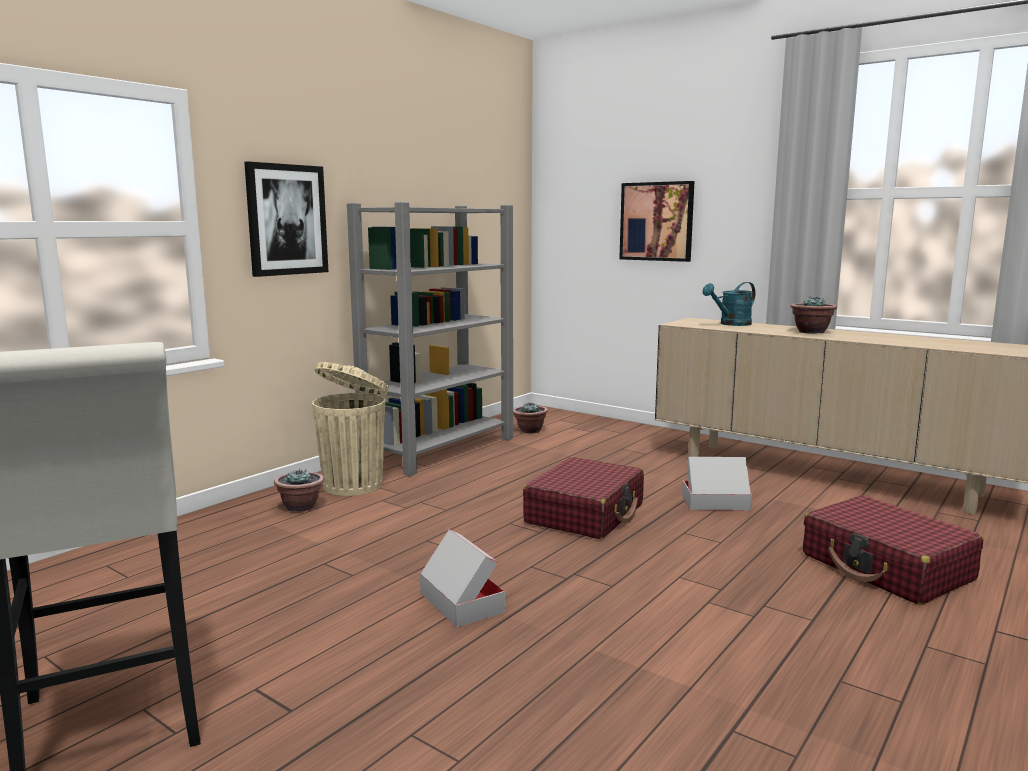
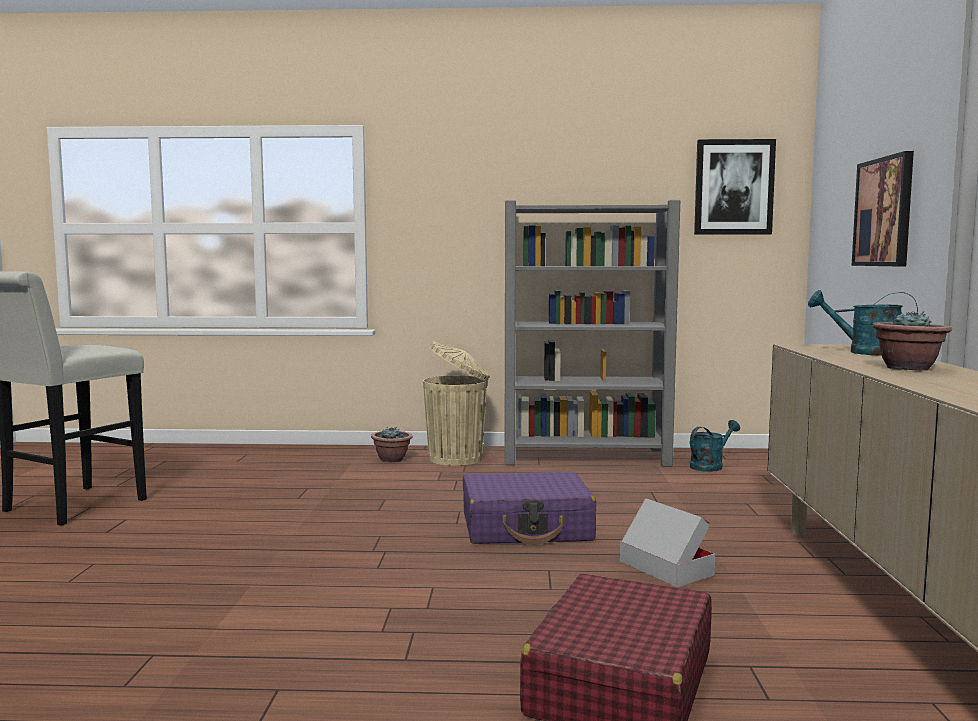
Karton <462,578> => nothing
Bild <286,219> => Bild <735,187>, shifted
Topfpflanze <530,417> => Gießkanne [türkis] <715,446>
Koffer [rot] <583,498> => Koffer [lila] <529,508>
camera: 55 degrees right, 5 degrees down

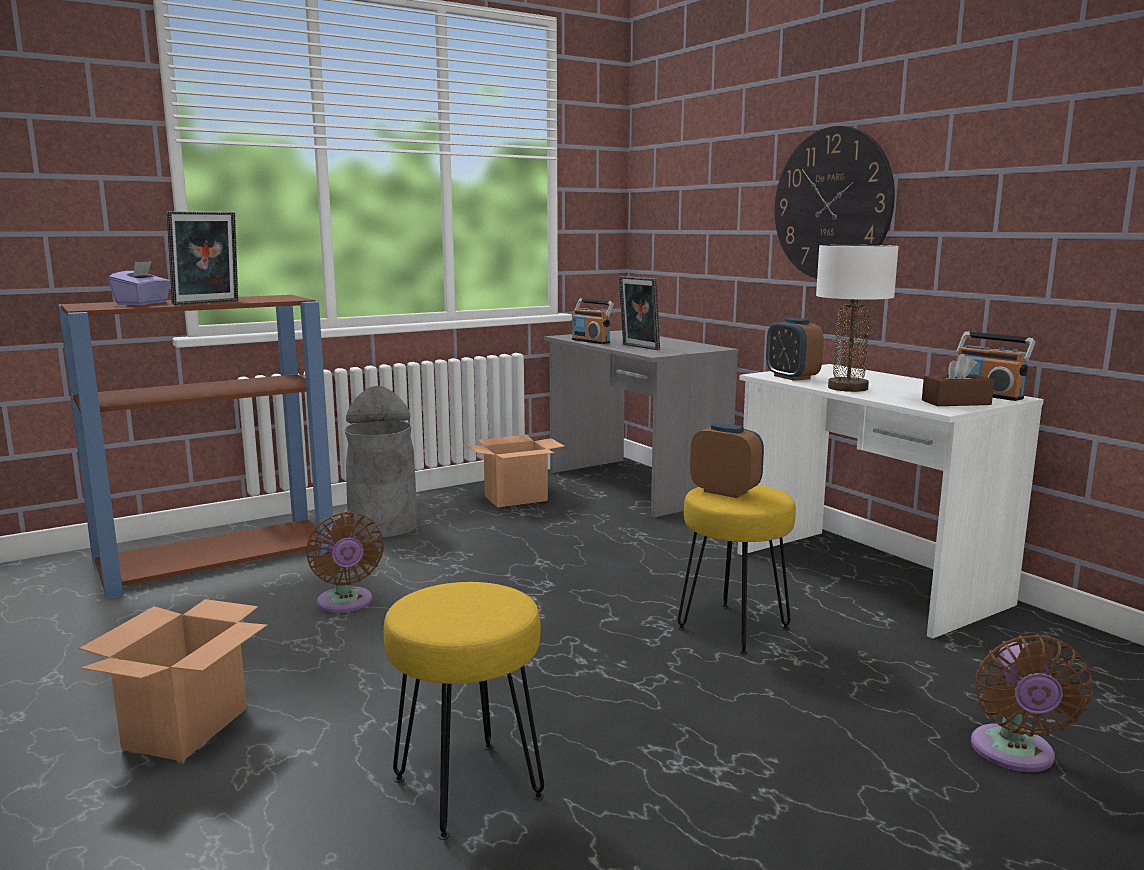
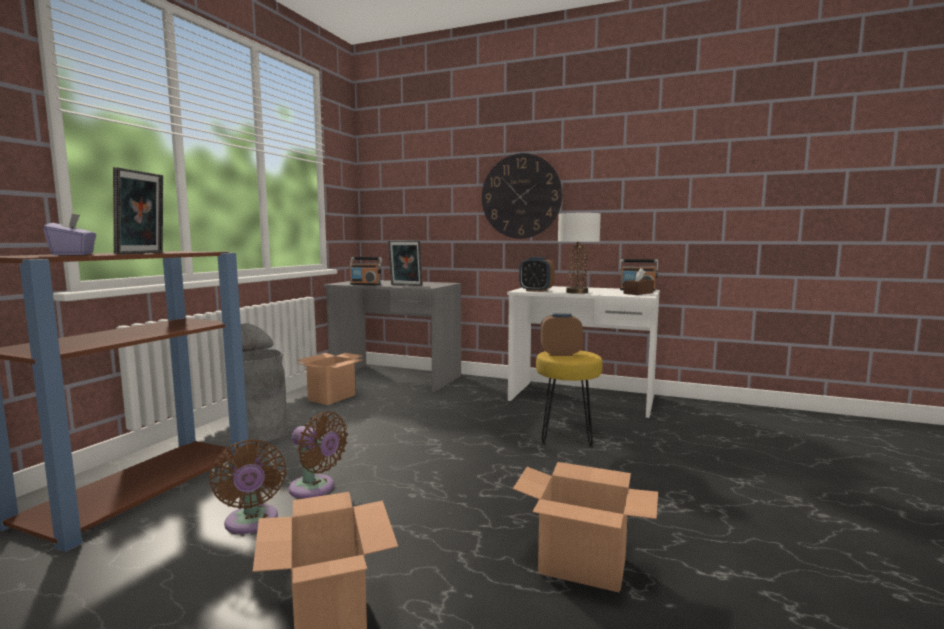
Ventilator [braun] <1032,703> => Ventilator [braun] <248,486>, shifted
Hocker [gelb] <464,711> => Karton <585,527>
camera: 35 degrees left, 5 degrees down

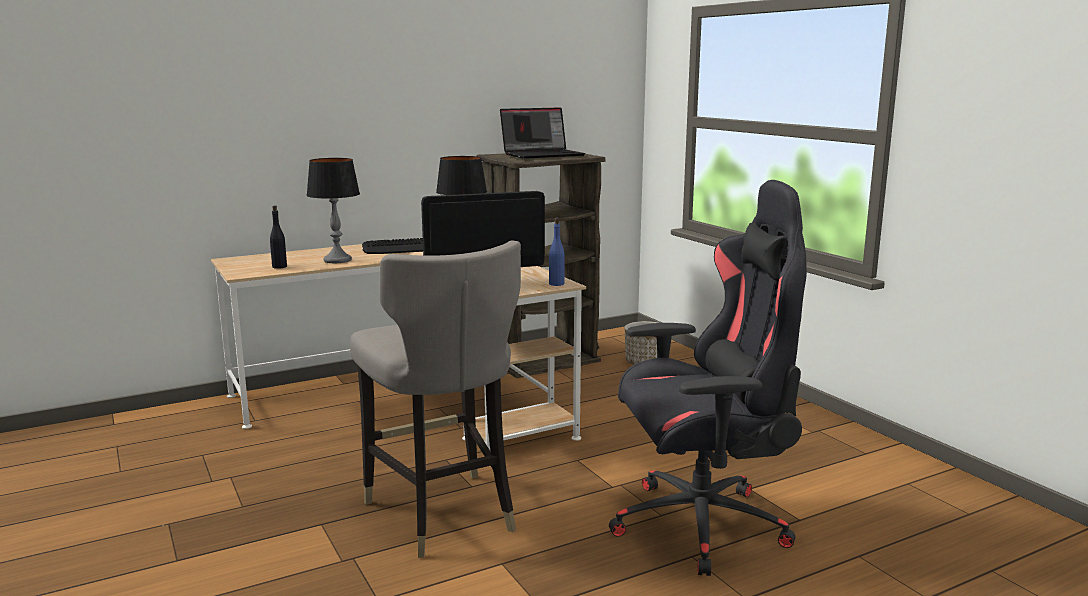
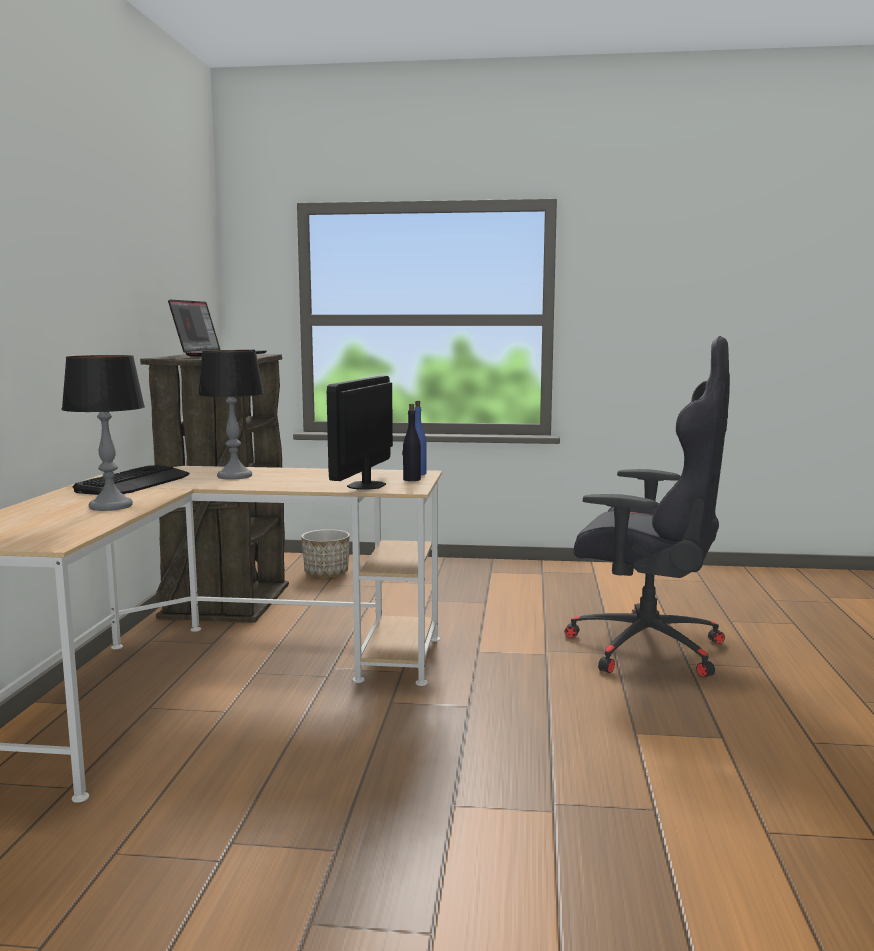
Hocker [grau] <435,399> => nothing
Flasche [schwarz] <278,237> => Flasche [schwarz] <411,442>, shifted
Bürostuhl [schwarz] <708,378> => Bürostuhl [schwarz] <647,506>, 90 degrees clockwise
camera: 55 degrees left, 5 degrees down

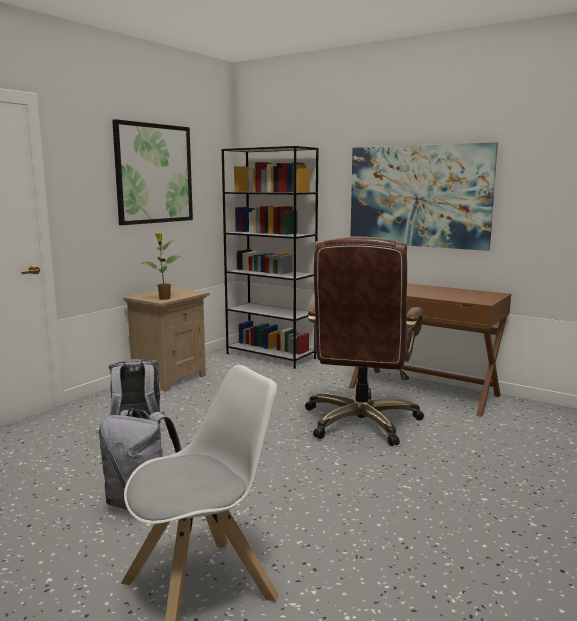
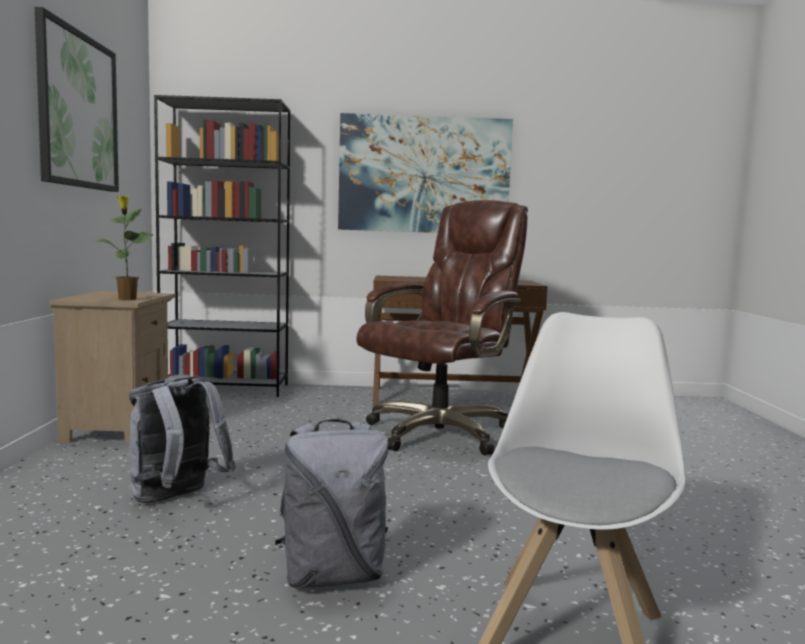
Bürostuhl [braun] <364,341> => Bürostuhl [braun] <442,327>, 120 degrees counterclockwise
camera: 35 degrees left, 5 degrees down

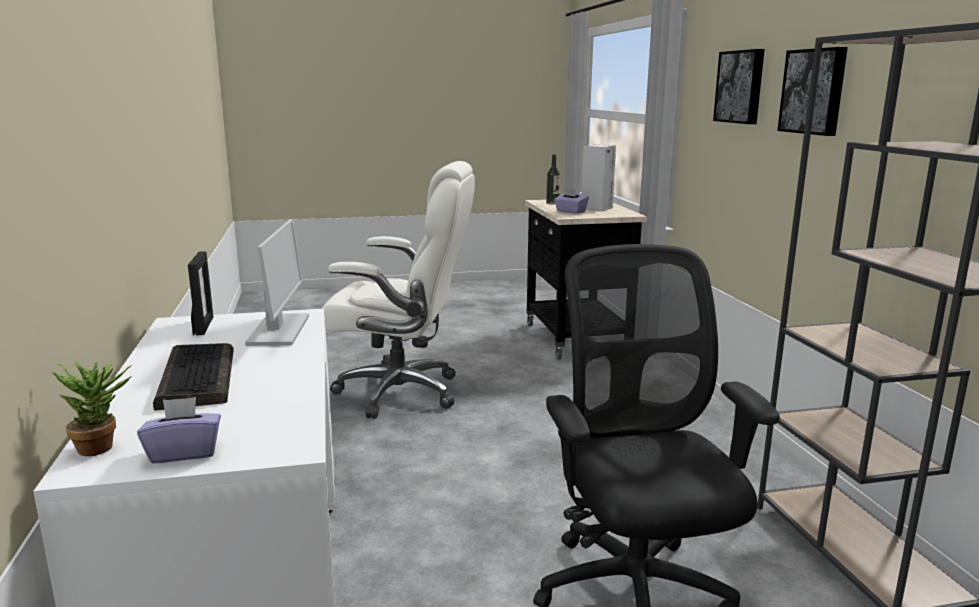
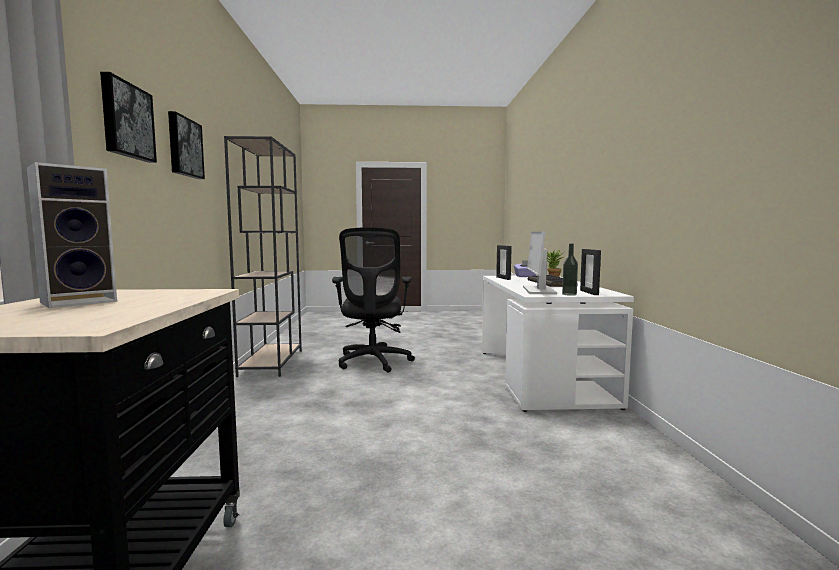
Bürostuhl [weiß] <398,290> => nothing
Taschentuchbox [lila] <571,200> => nothing
nothing => Bilderrahmen <504,262>
Flasche <553,180> => Flasche <570,269>, shifted
camera: 170 degrees left, 10 degrees down

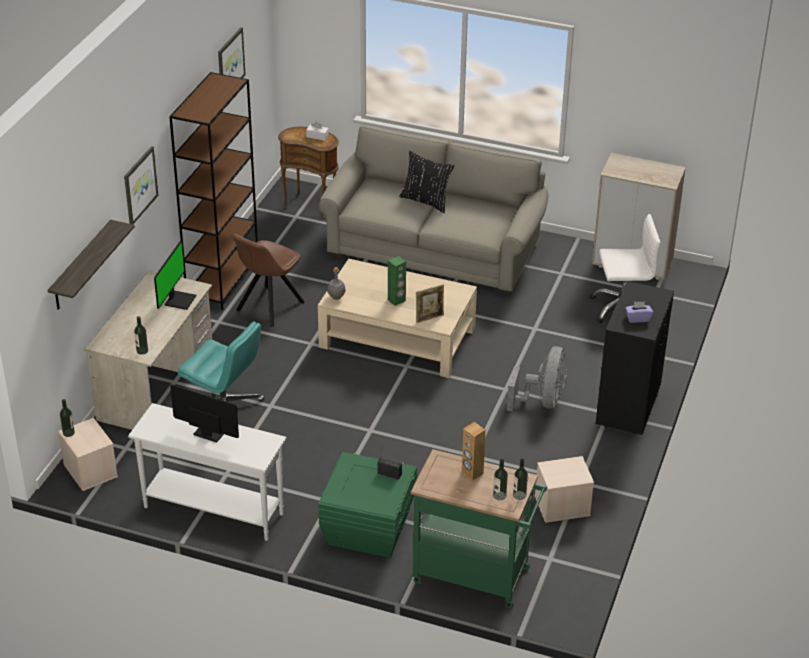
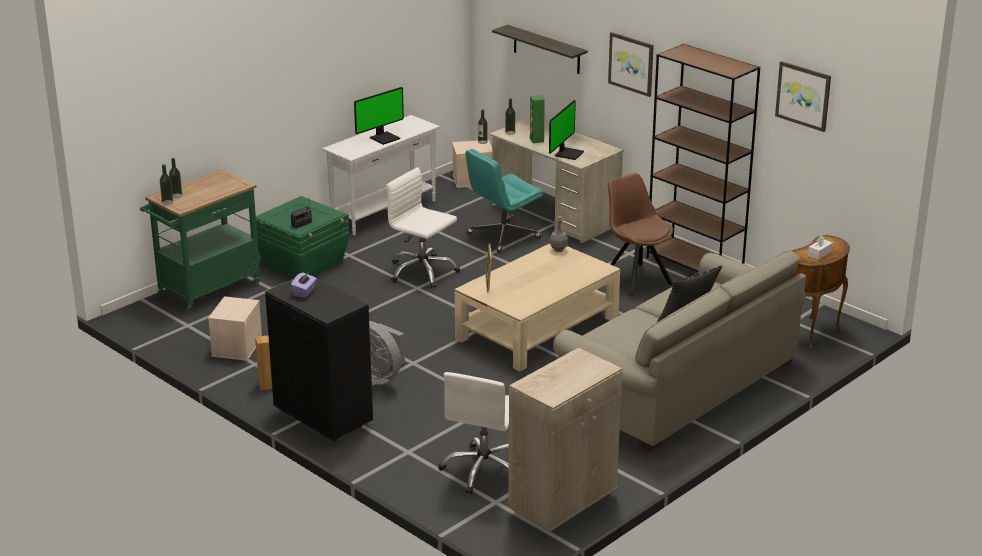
nothing => Bürostuhl [weiß] <423,227>
Lautsprecher [grün] <397,281> => Lautsprecher [grün] <537,119>, shifted
Lautsprecher [braun] <473,451> => Lautsprecher [braun] <263,362>, shifted
Monitor <175,275> => Monitor <566,130>, 105 degrees counterclockwise
camera: 115 degrees right, 10 degrees down

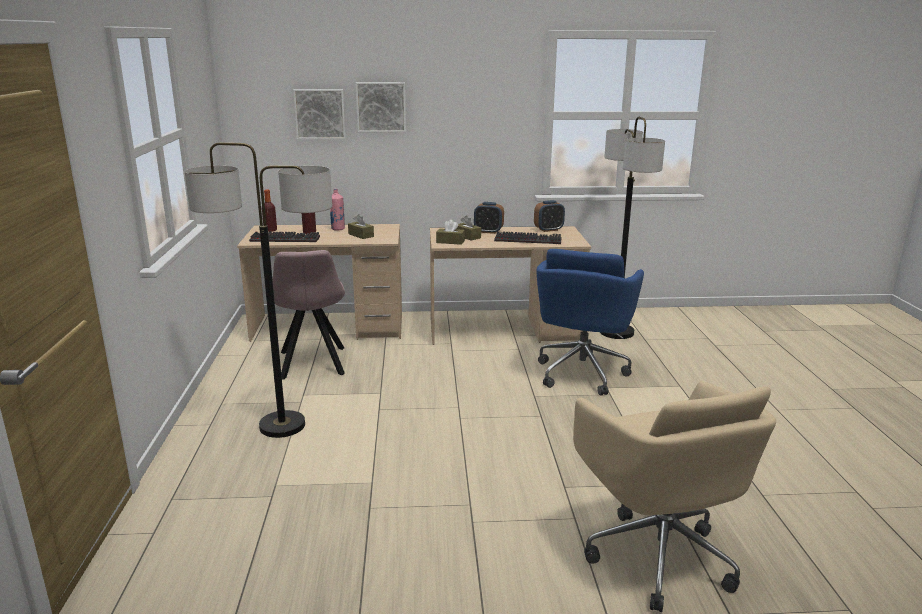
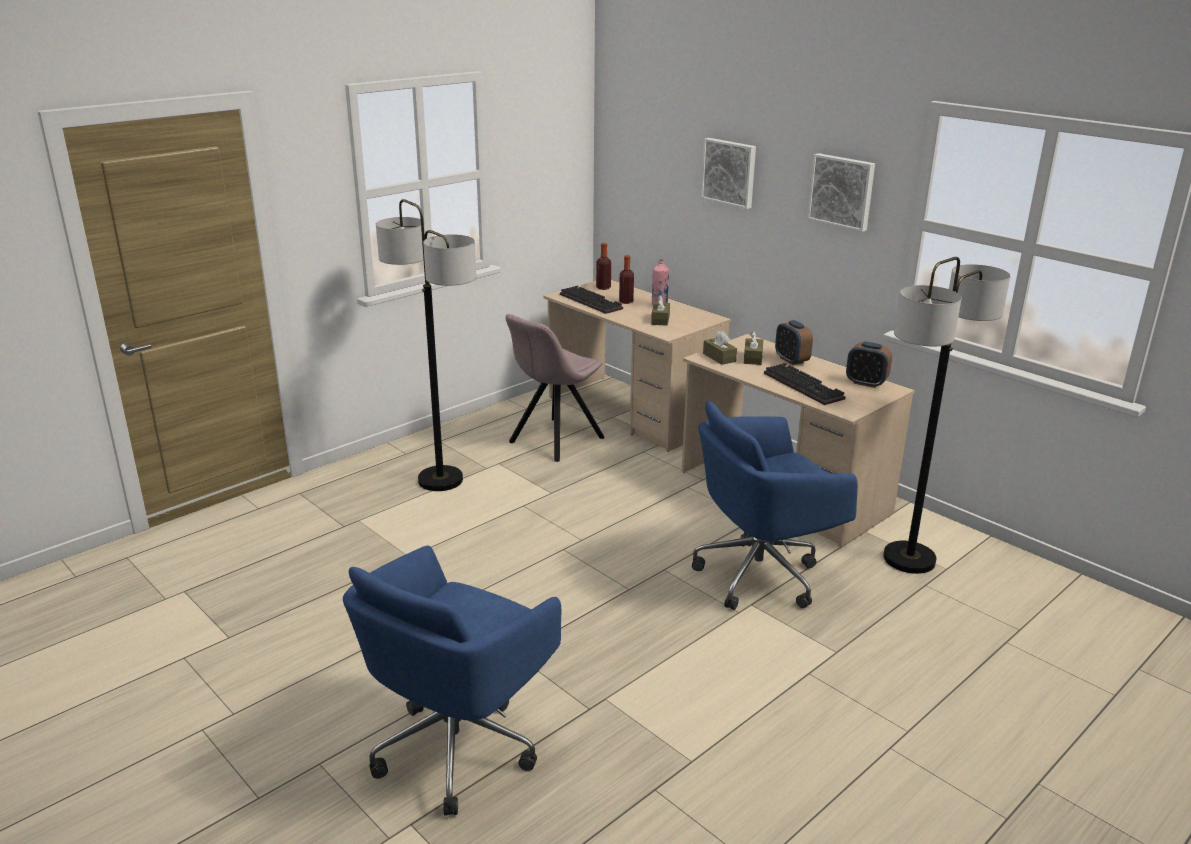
Bild <319,114> => Bild <841,192>, shifted
Bürostuhl [beige] <674,496> => Bürostuhl [blau] <452,680>
camera: 50 degrees right, 5 degrees up

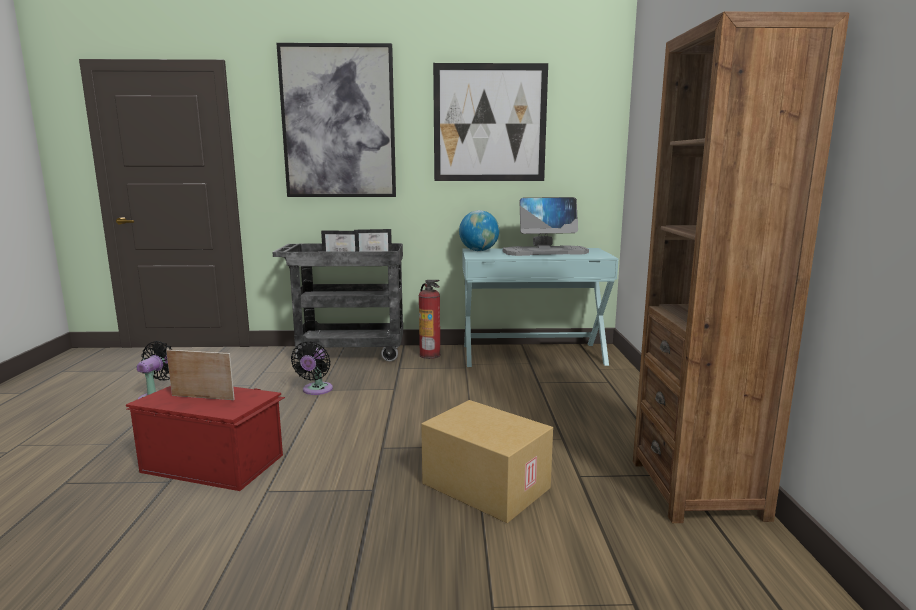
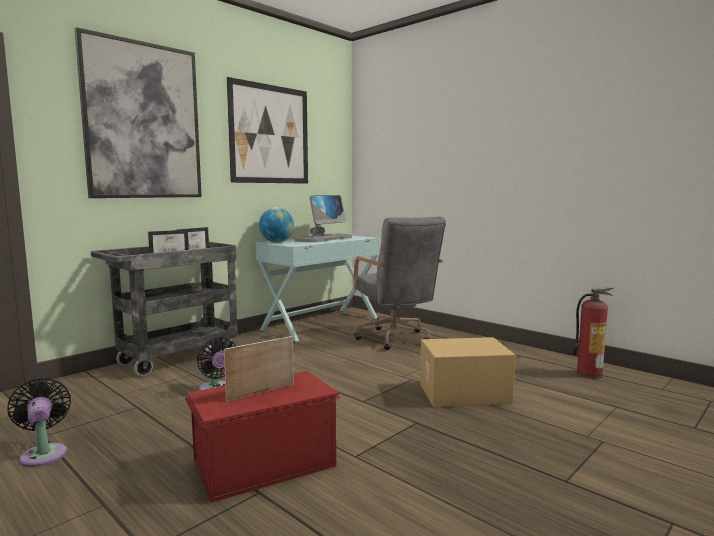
Bücherregal [braun] <741,267> => nothing
nothing => Bürostuhl [grau] <399,283>
Feuerlöscher <430,319> => Feuerlöscher <593,333>, shifted
camera: 45 degrees left, 5 degrees down

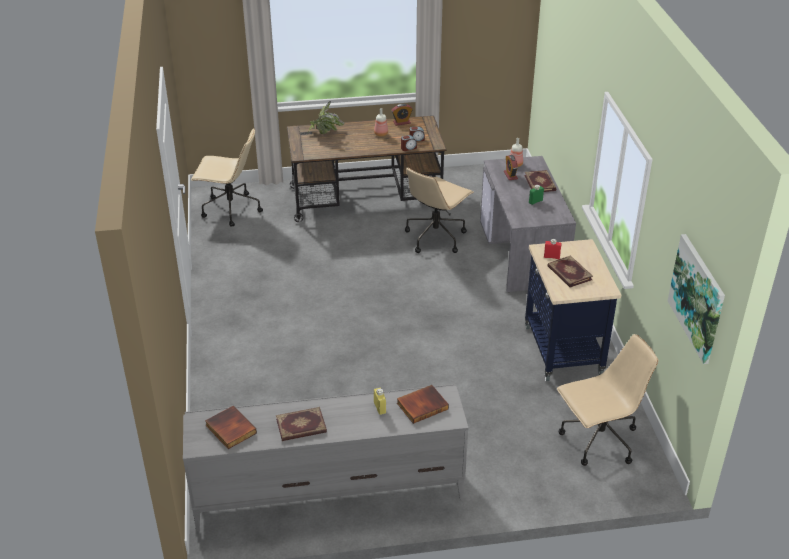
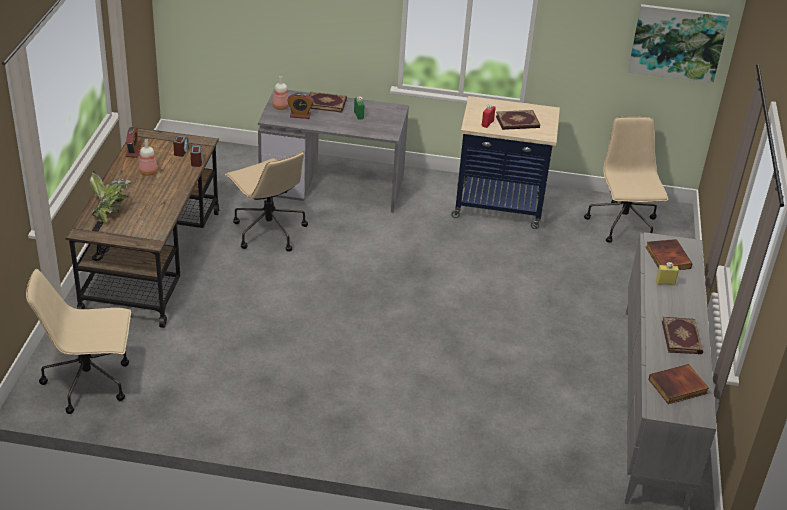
Bürostuhl [beige] <227,178> => Bürostuhl [beige] <78,341>, 120 degrees counterclockwise
camera: 75 degrees left, 0 degrees up

